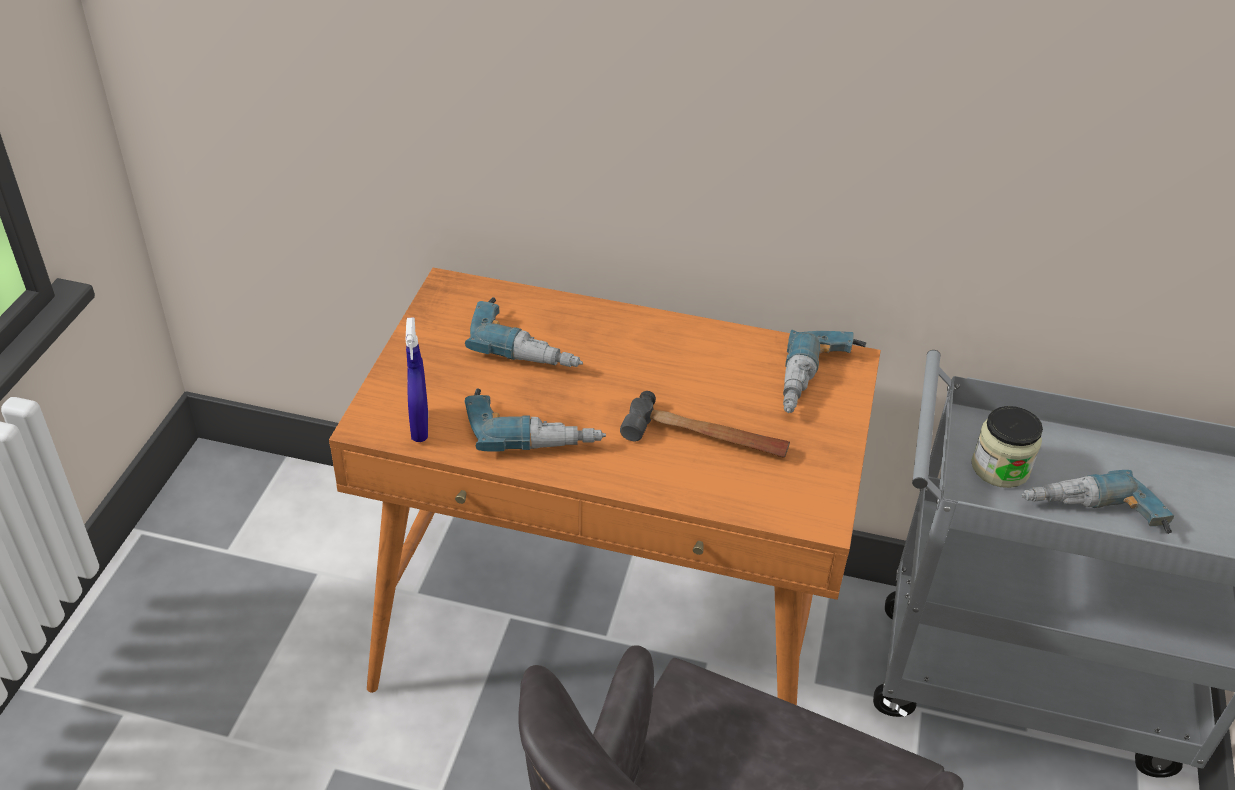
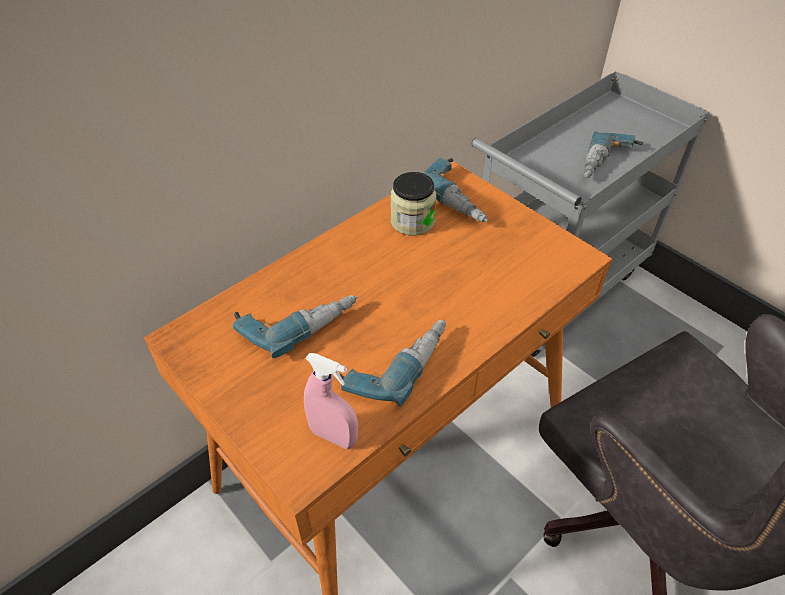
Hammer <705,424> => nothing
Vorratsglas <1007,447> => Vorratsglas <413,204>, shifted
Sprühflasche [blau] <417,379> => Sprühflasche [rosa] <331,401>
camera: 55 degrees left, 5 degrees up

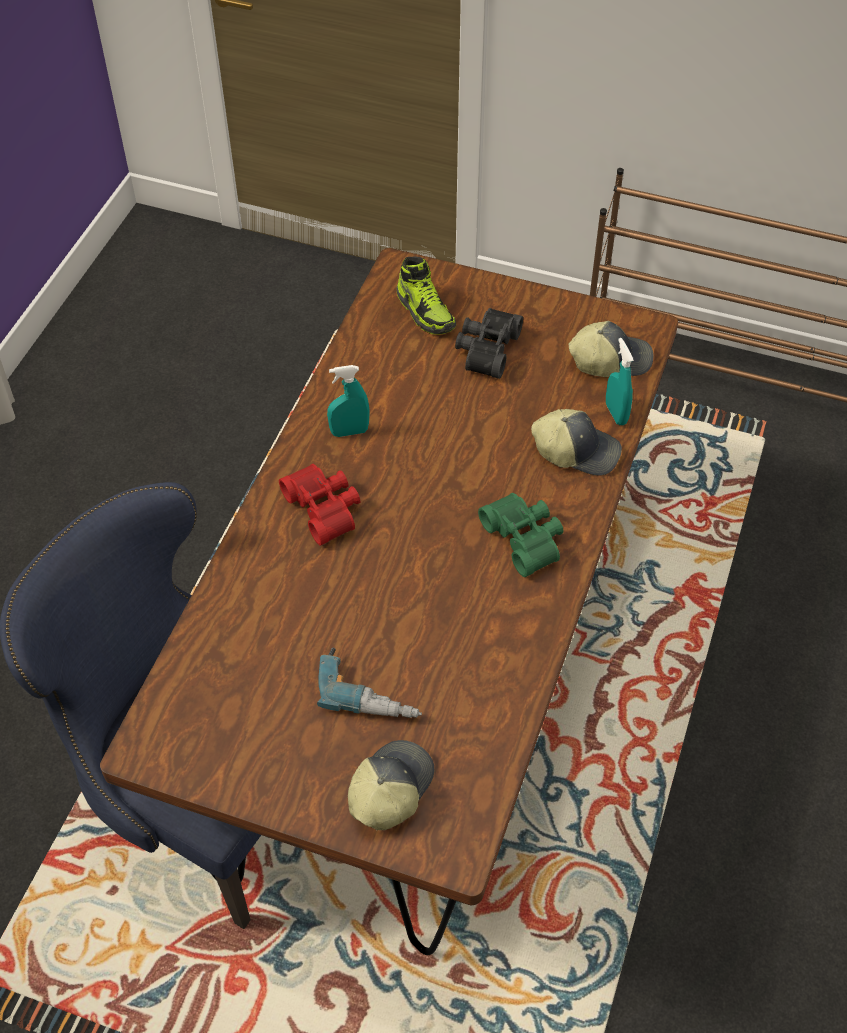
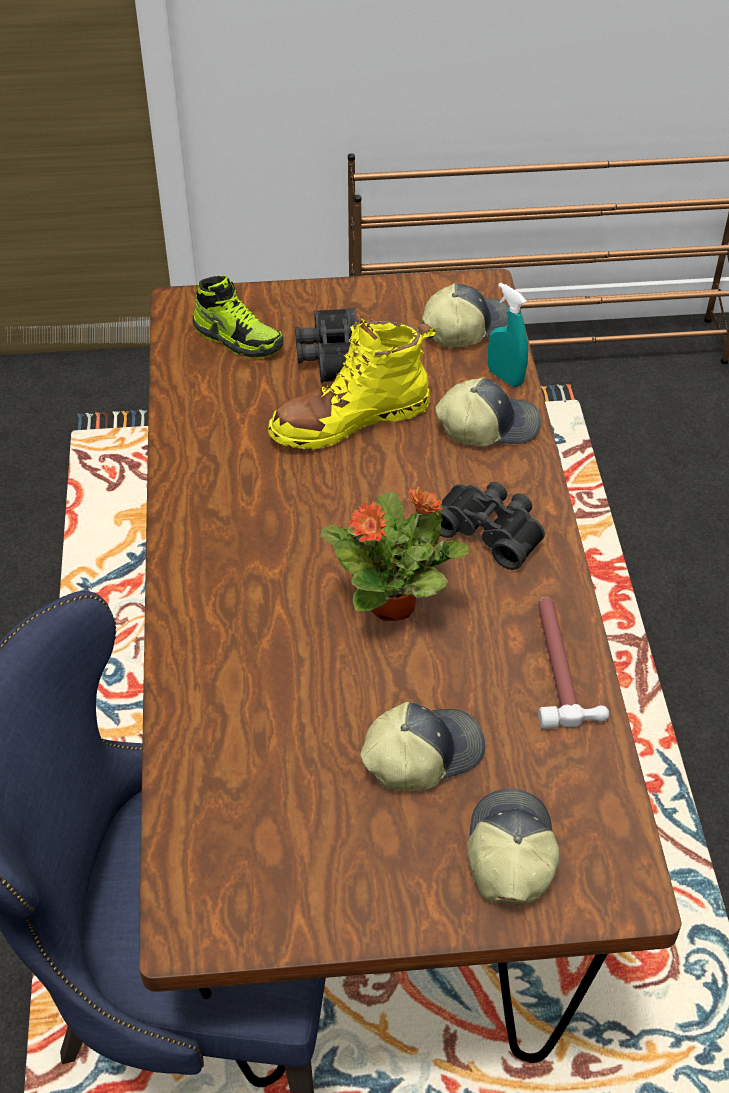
Fernglas [rot] <319,505> => nothing
Sprühflasche [türkis] <348,401> => nothing
nothing => Stiefel [gelb] <352,383>
nothing => Topfpflanze <395,553>
nothing => Hammer <573,662>
Bohrmaschine <369,683> => Kappe <422,746>
Fernglas [grün] <520,535> => Fernglas [schwarz] <492,526>
camera: 25 degrees left, 5 degrees down

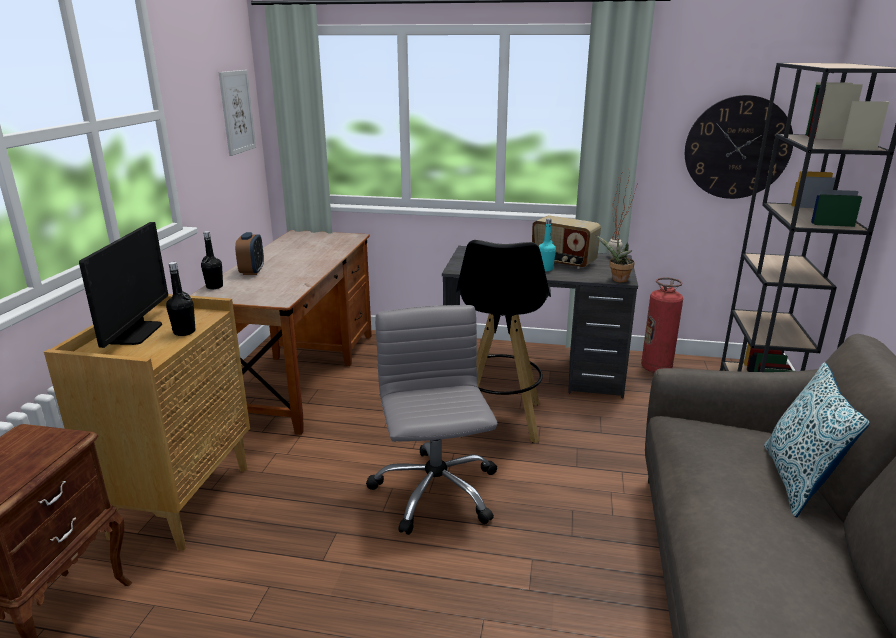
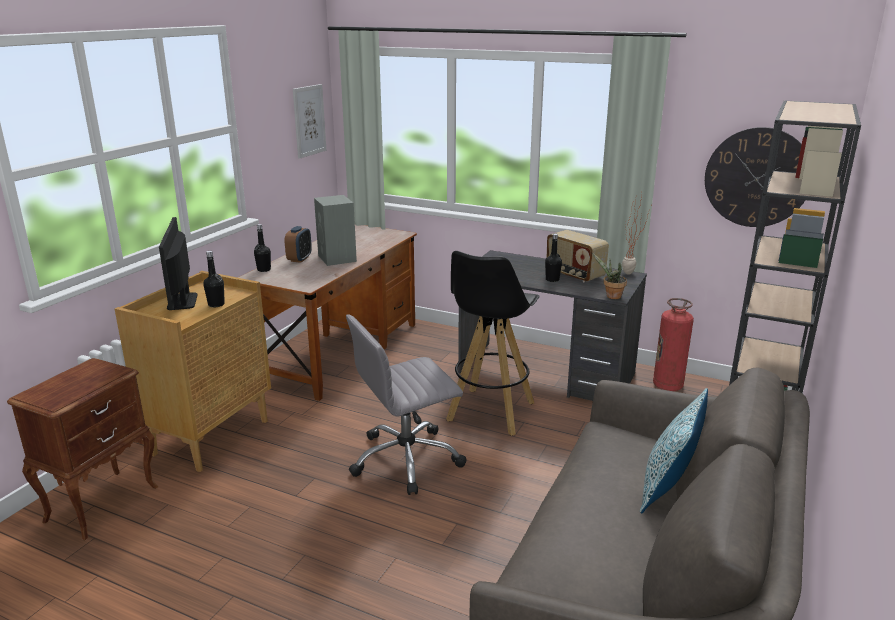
nothing => Lautsprecher [grau] <335,230>
Flasche [türkis] <547,244> => Flasche [schwarz] <553,258>
Monitor <123,285> => Monitor <178,263>, 150 degrees clockwise
Bürostuhl [grau] <432,420> => Bürostuhl [grau] <406,404>, 120 degrees counterclockwise
camera: 15 degrees right, 0 degrees up

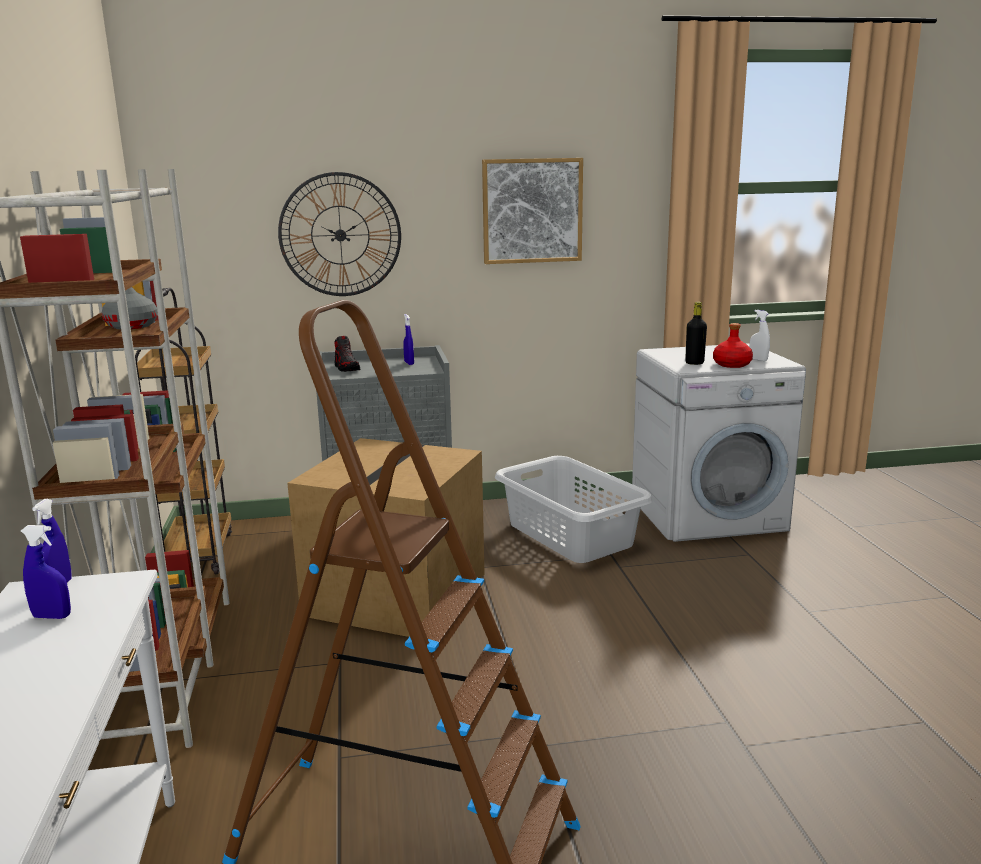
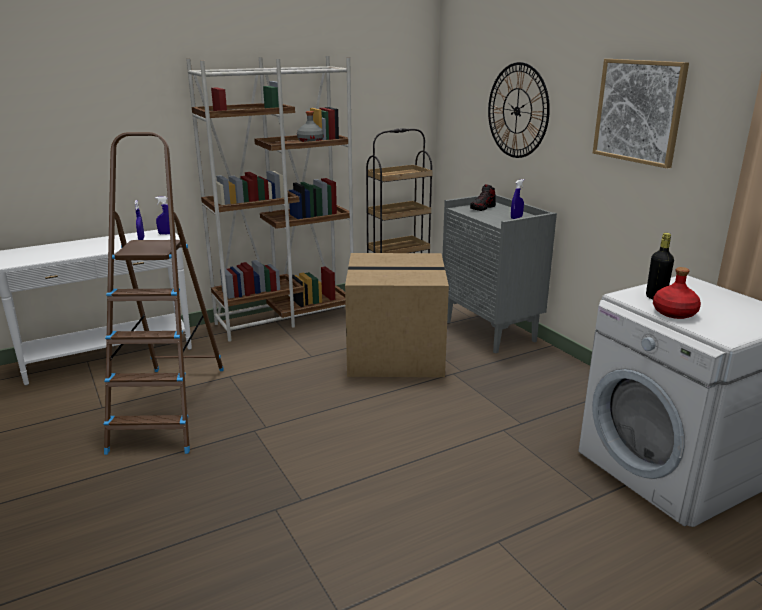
Wäschekorb [grau] <574,509> => nothing
Sprühflasche [weiß] <759,335> => nothing
camera: 70 degrees right, 5 degrees up

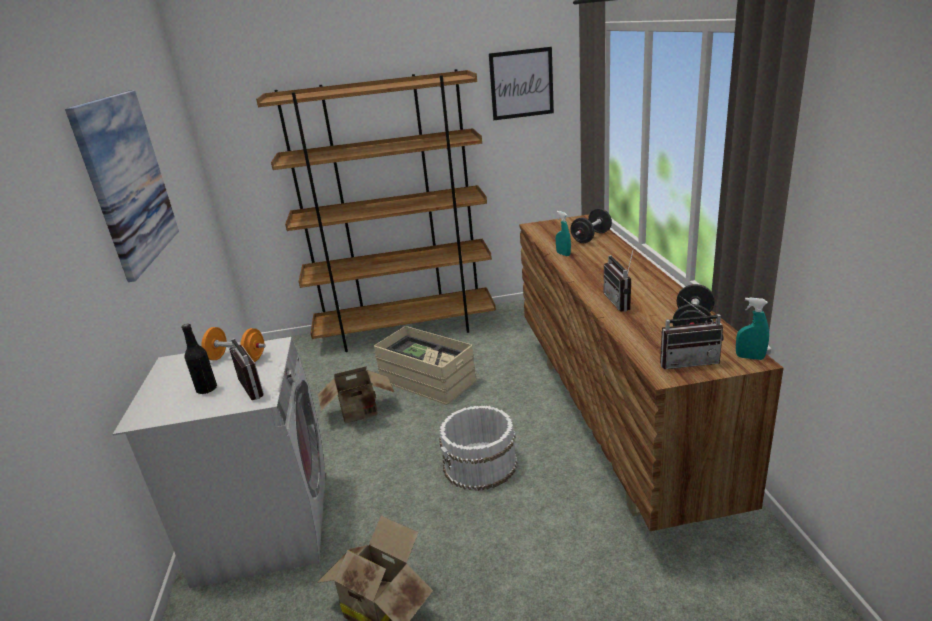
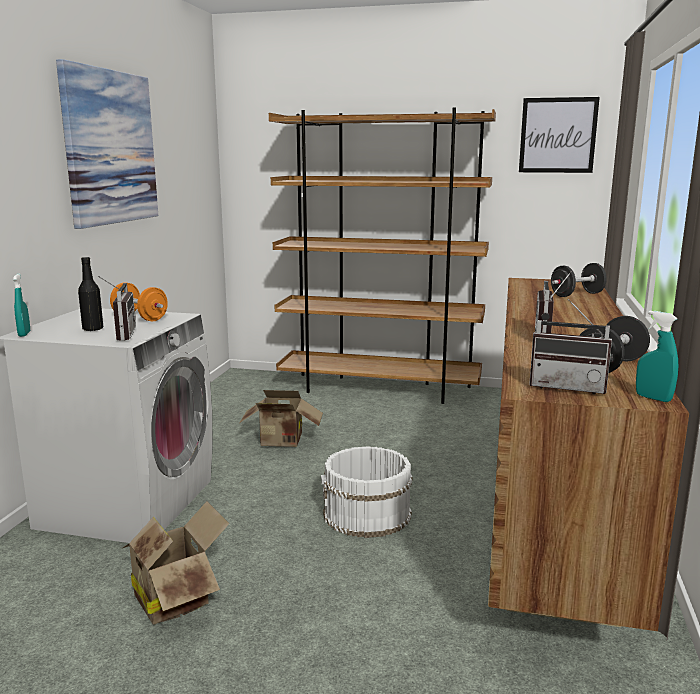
Aufbewahrungsbox [beige] <425,365> => nothing
Sprühflasche [türkis] <563,233> => Sprühflasche [türkis] <21,305>, shifted
camera: 20 degrees right, 10 degrees down

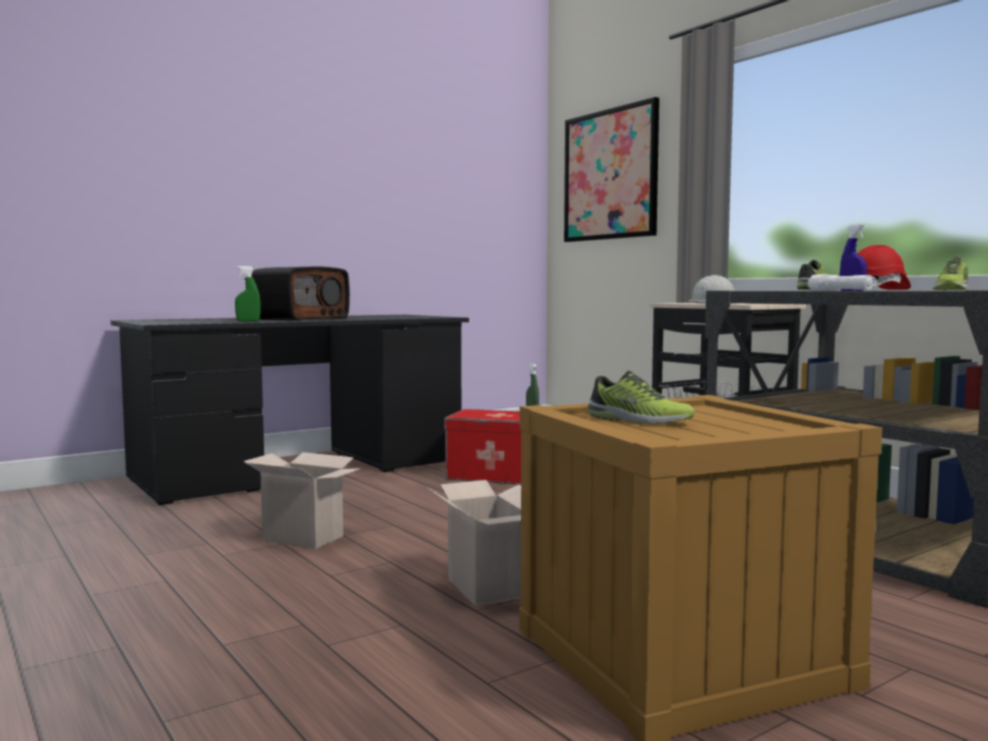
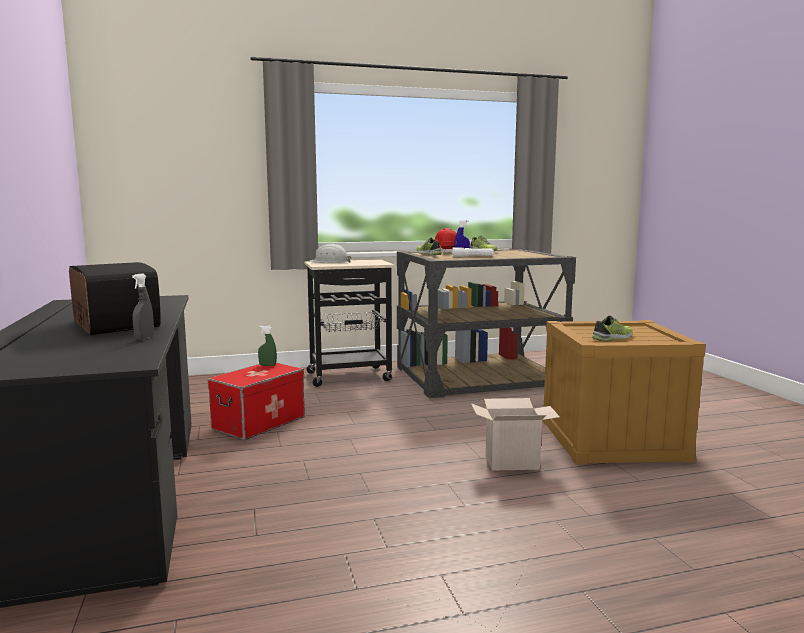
Karton <302,500> => nothing
Bild <611,169> => nothing
Sprühflasche [grün] <247,294> => Sprühflasche [grau] <143,306>
camera: 70 degrees left, 5 degrees up

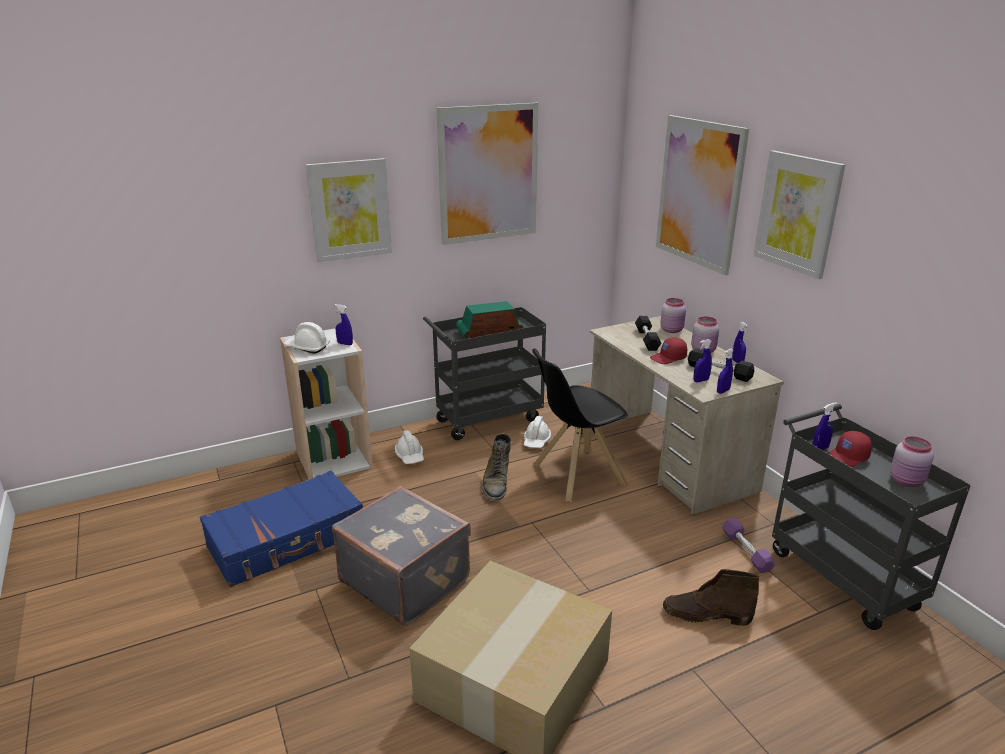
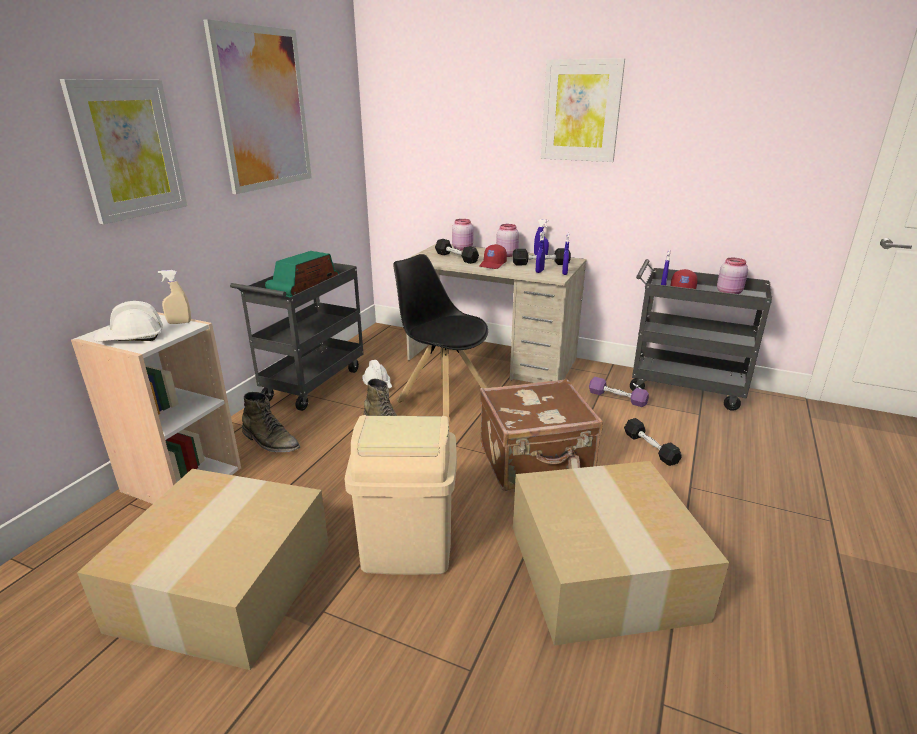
Bild <702,195> => nothing
nothing => Koffer [braun] <541,434>
Koffer [blau] <281,529> => Karton <203,569>
Koffer [grau] <401,556> => Mülleimer [beige] <401,495>
Schutzhelm [weiß] <409,447> => Stiefel [grün] <271,422>
Stiefel [braun] <711,597> => Hantel [schwarz] <653,442>
Sprühflasche [blau] <344,325> => Sprühflasche [beige] <174,297>
Stuhl [schwarz] <580,425> => Stuhl [schwarz] <440,338>, 105 degrees clockwise
camera: 40 degrees left, 0 degrees up

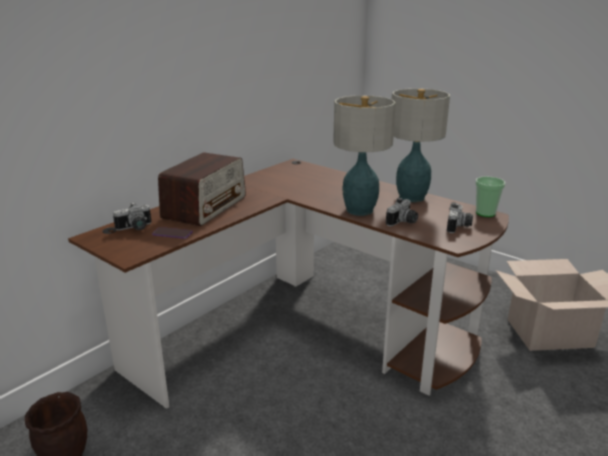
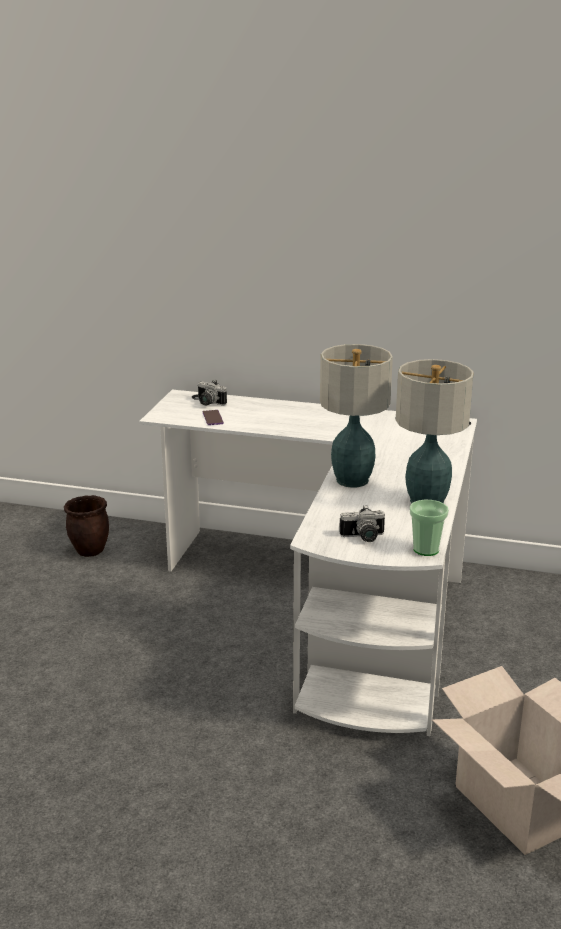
Radio <202,189> => nothing
Kamera <402,212> => nothing
Schreibtisch [braun] <288,284> => Schreibtisch [weiß] <308,563>
camera: 65 degrees right, 0 degrees up

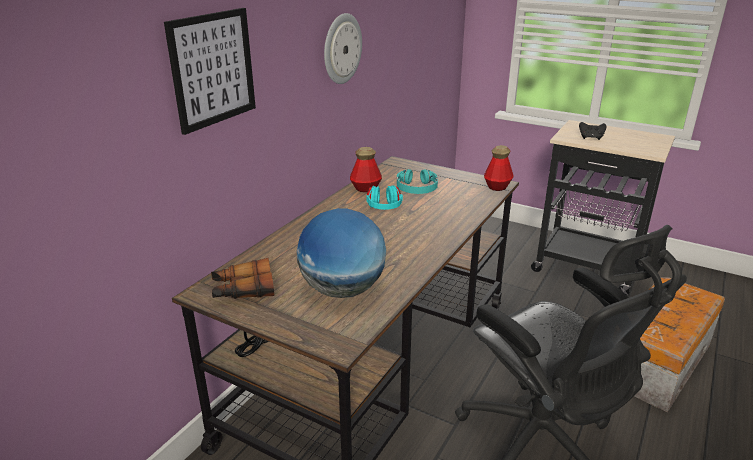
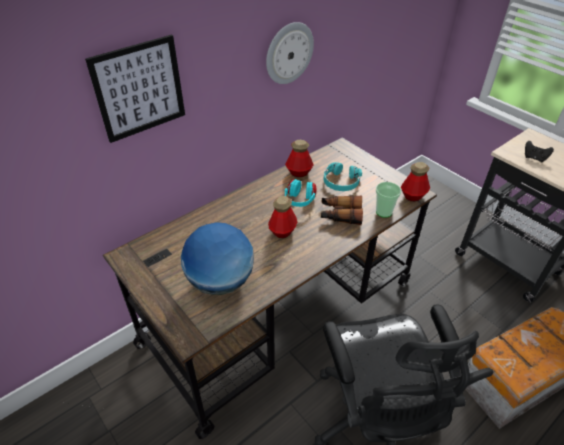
nothing => Flasche <282,217>
nothing => Tasse <388,200>
Fernglas <242,278> => Fernglas <342,210>, shifted
camera: 20 degrees right, 15 degrees up

